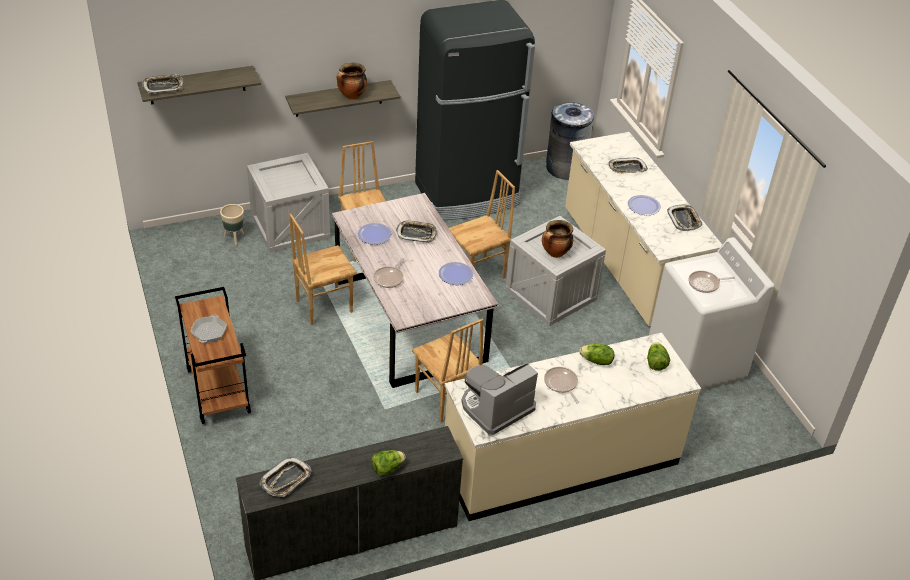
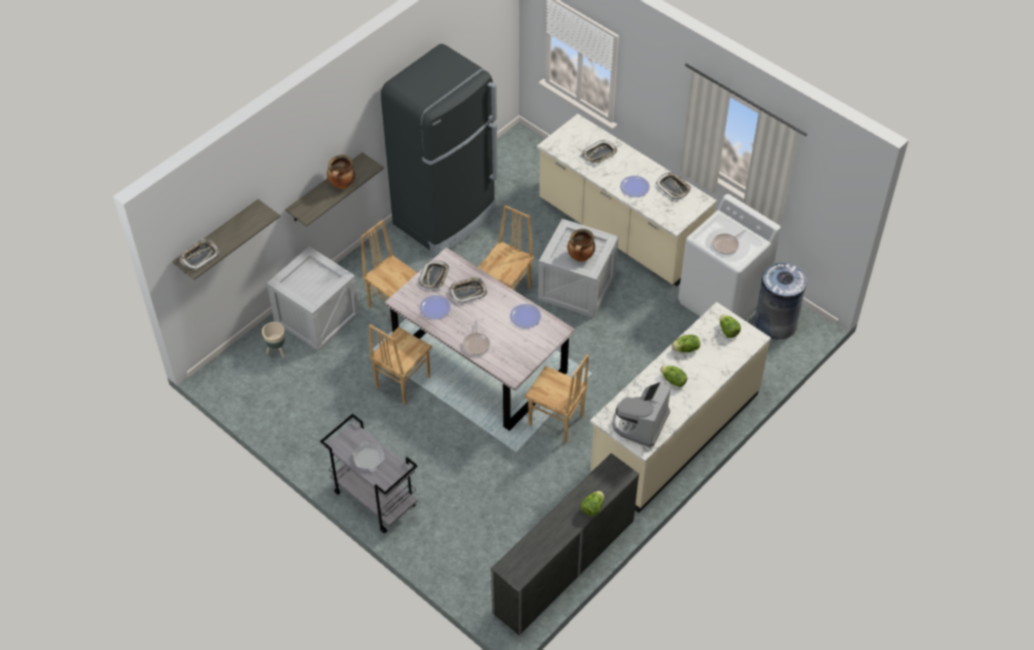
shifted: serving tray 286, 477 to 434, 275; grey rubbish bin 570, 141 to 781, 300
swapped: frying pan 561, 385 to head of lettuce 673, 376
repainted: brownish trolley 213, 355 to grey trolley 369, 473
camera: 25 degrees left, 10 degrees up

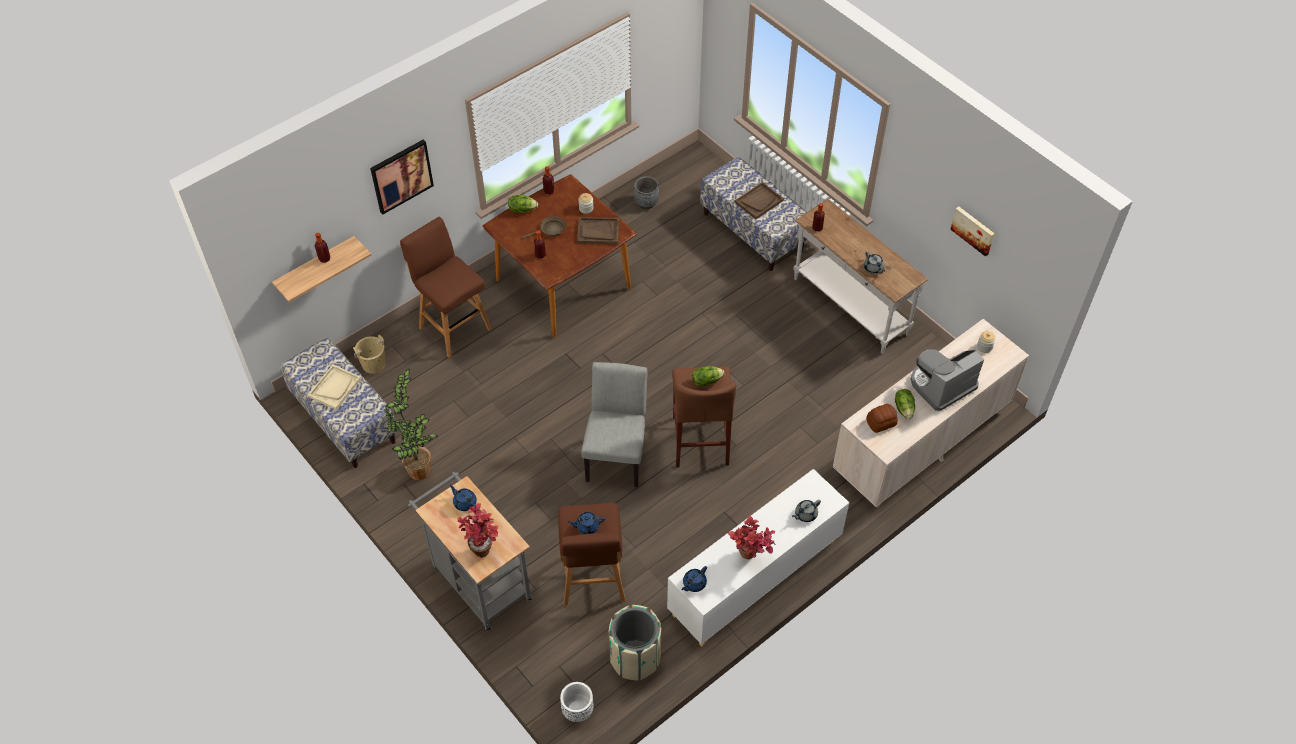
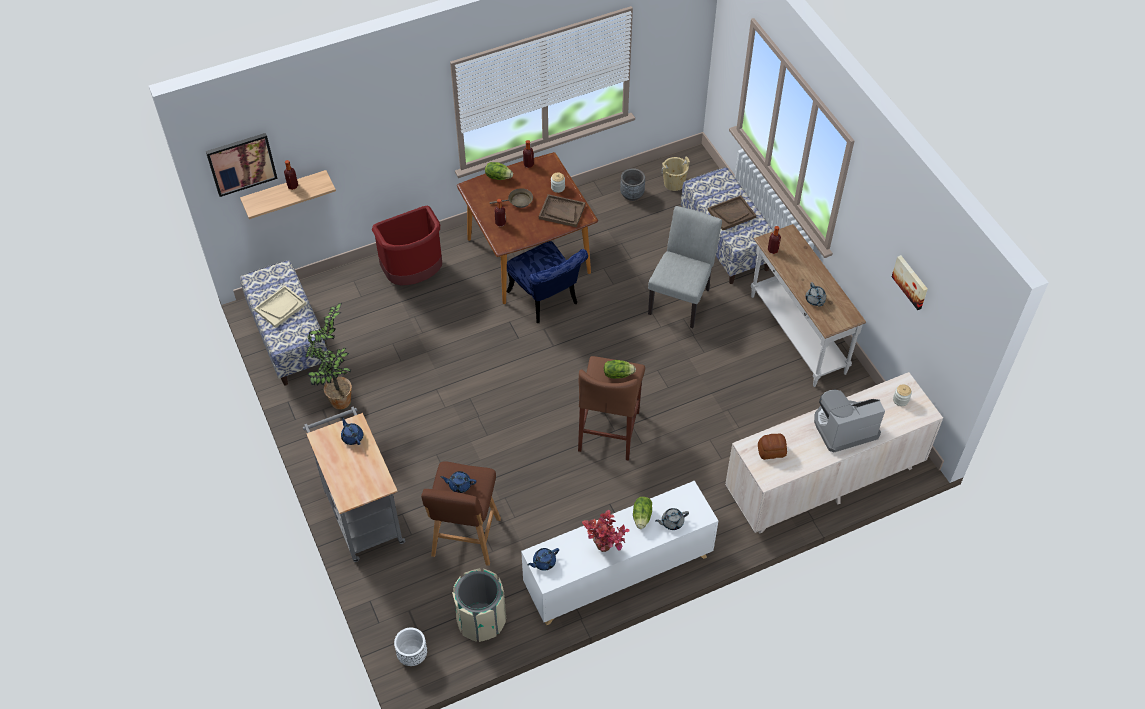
gone: houseplant 477, 530
new: blue-coloured chair 547, 282
shifted: wall art 402, 177 to 242, 165; head of lettuce 905, 404 to 642, 513; grey chair 614, 424 to 685, 267; beige-coloured water bucket 369, 354 to 675, 173
swapped: brownish sitting stool 446, 287 to reddish rubbish bin 407, 245
camera: 15 degrees right, 0 degrees up

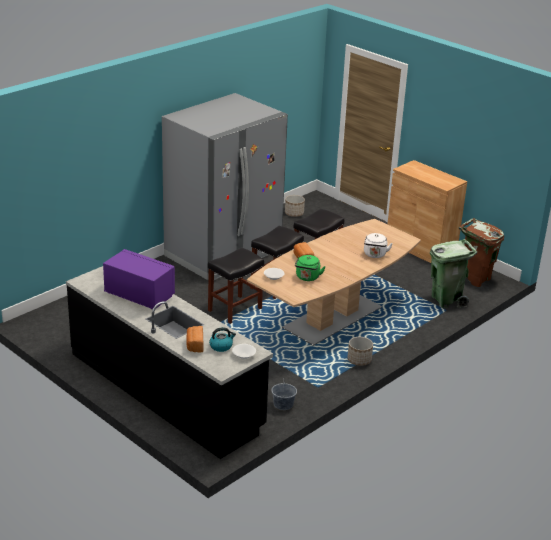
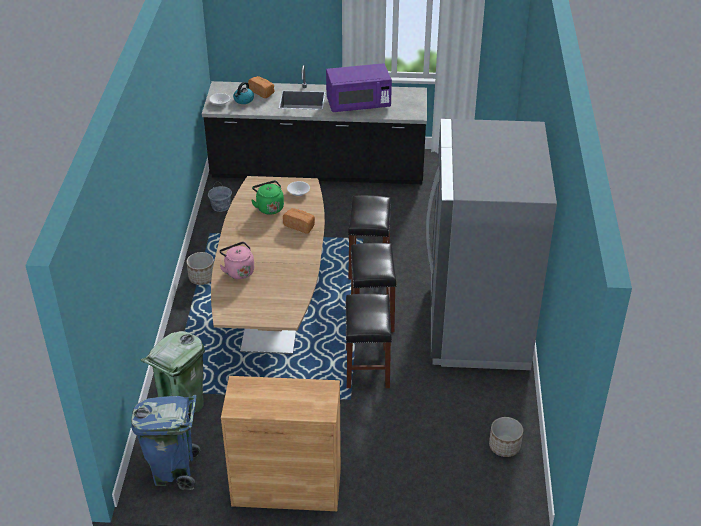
repainted: brownish rubbish bin 481, 252 to blue-coloured rubbish bin 166, 442; white kettle 378, 245 to pink kettle 236, 260
camera: 140 degrees right, 10 degrees up

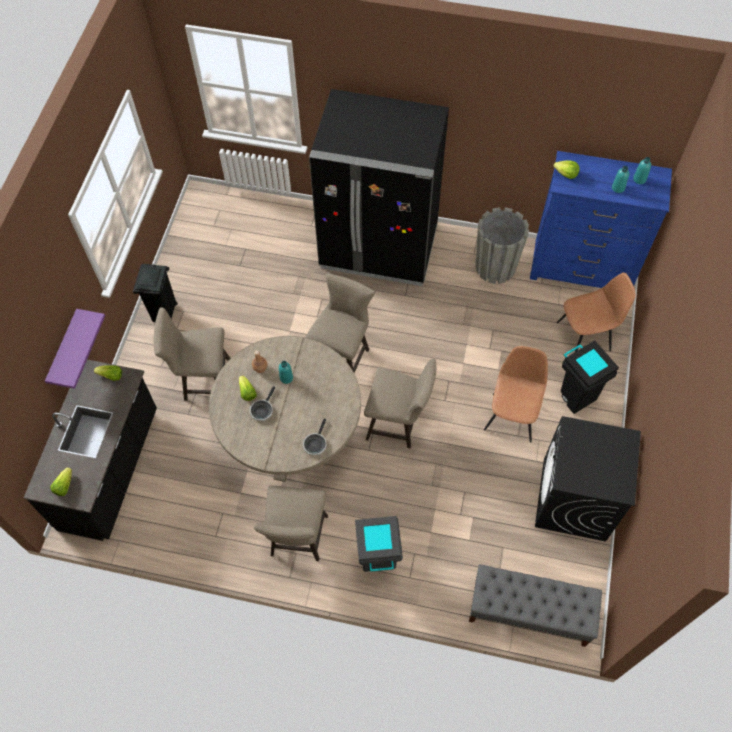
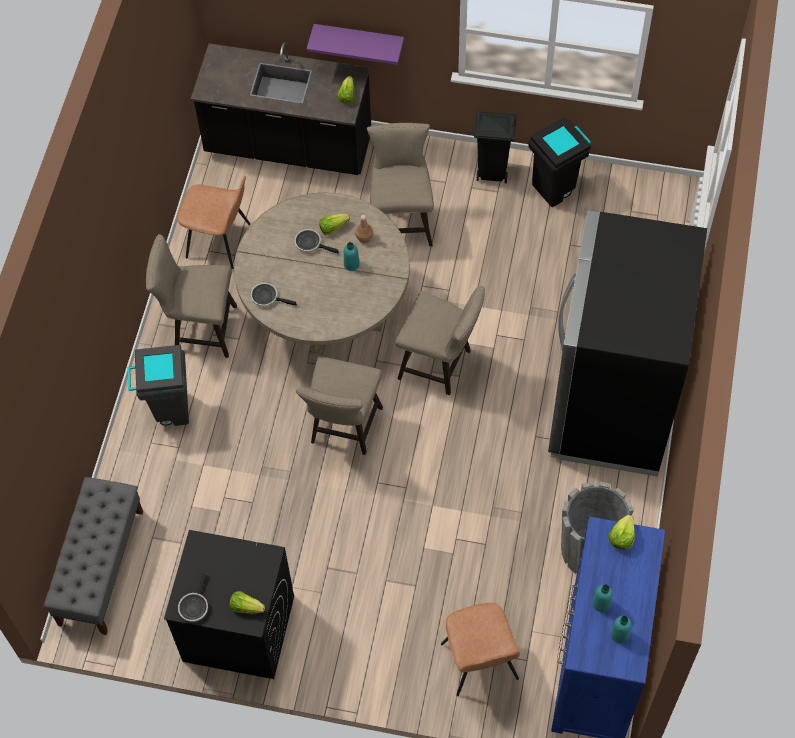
new: frying pan 193, 597
shifted: brownish chair 516, 394 to 213, 222; head of lettuce 61, 481 to 247, 602; black-coloured rubbish bin 590, 377 to 559, 162
camera: 90 degrees right, 0 degrees up

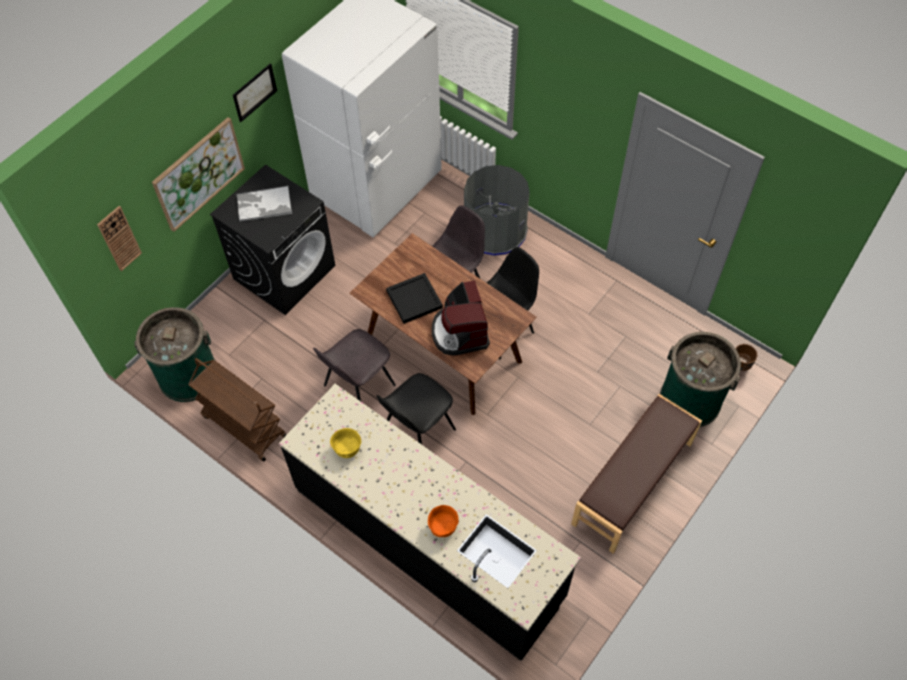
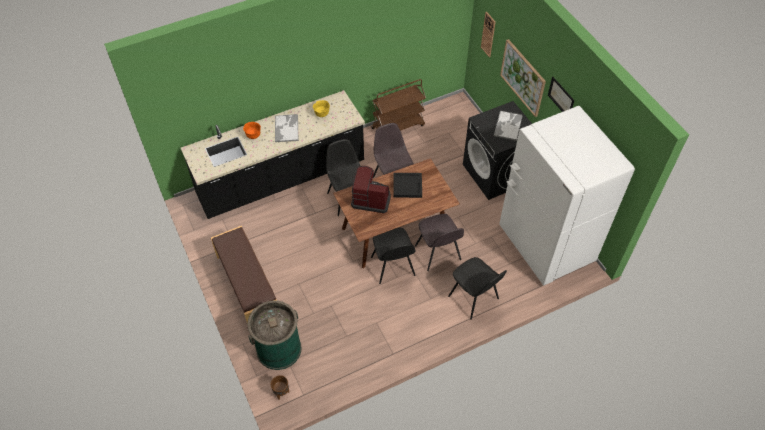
gone: green-coloured rubbish bin 174, 354
new: serving tray 287, 128
swapped: grey rubbish bin 497, 210 to black-coloured chair 477, 288
camera: 115 degrees right, 5 degrees down

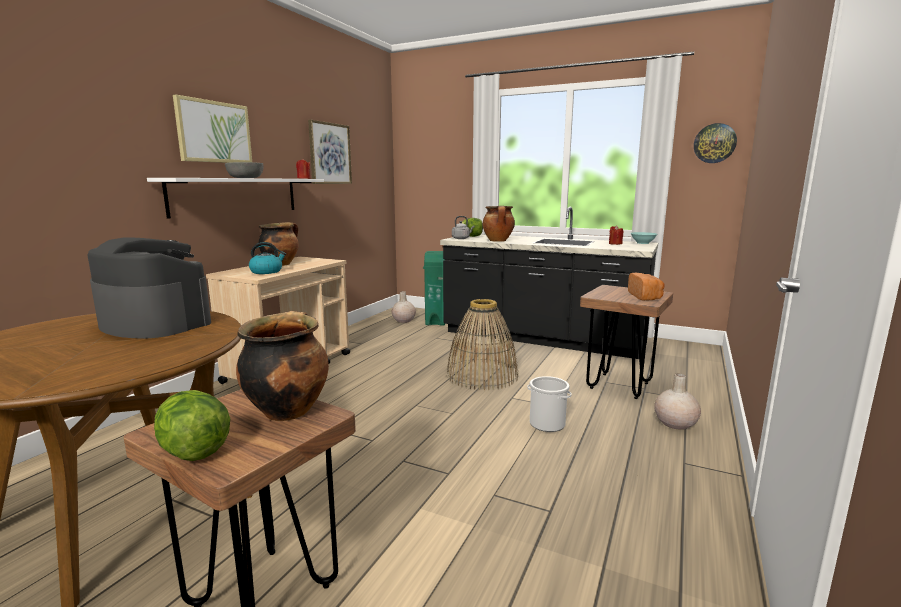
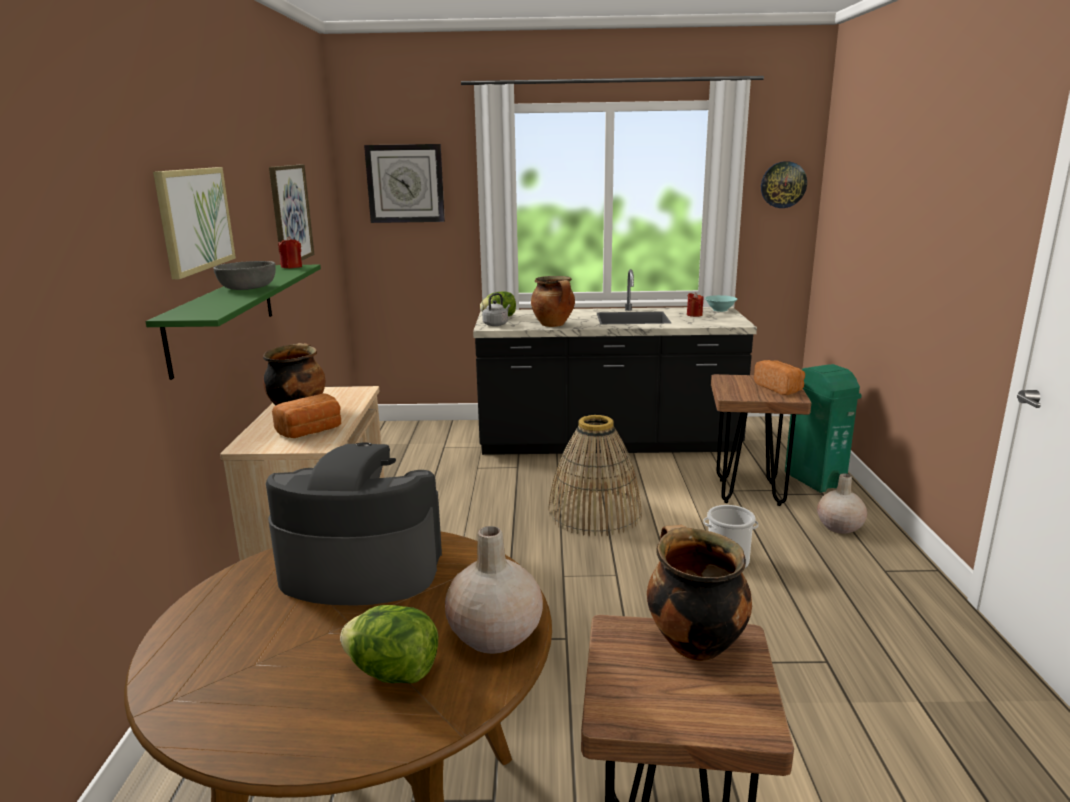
new: wall clock 404, 183
shifted: head of lettuce 192, 425 to 389, 644; beige-coloured vase 404, 307 to 494, 590; green-coloured rubbish bin 434, 288 to 823, 428
swapped: kettle 267, 258 to baked bread 306, 415
repainted: white wall shelf 235, 198 to green-coloured wall shelf 233, 322
camera: 25 degrees left, 5 degrees up

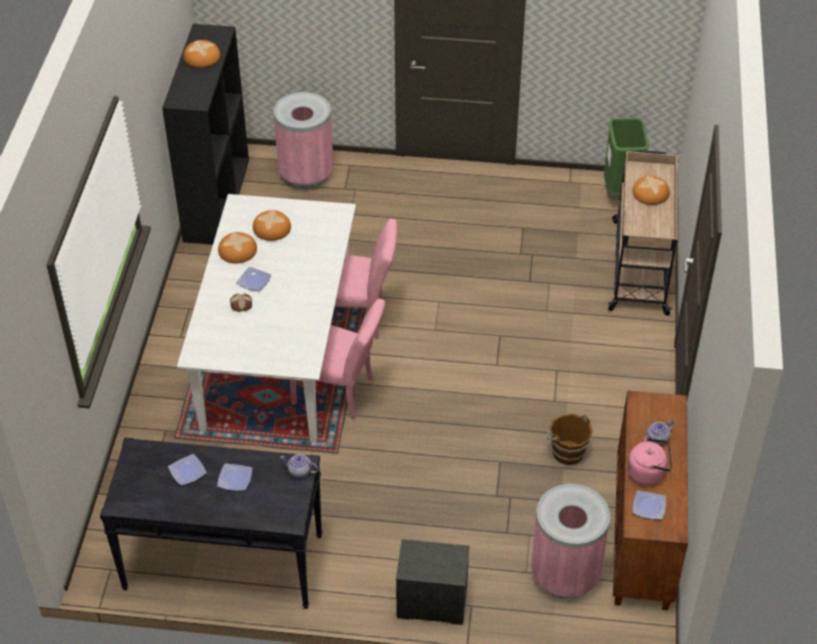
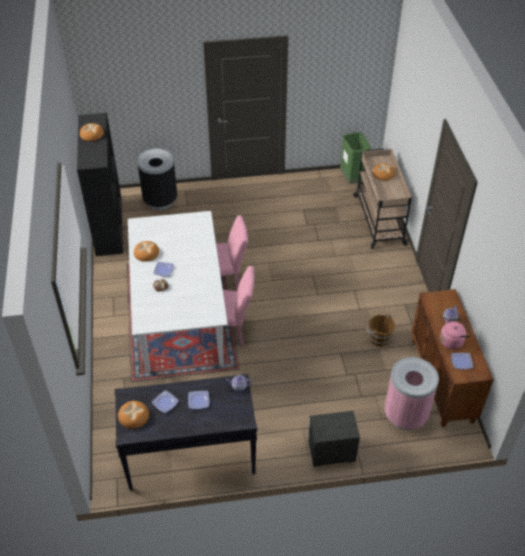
shifted: baked bread 272, 225 to 133, 415
repainted: pink rubbish bin 303, 140 to black-coloured rubbish bin 157, 179
camera: 15 degrees left, 0 degrees up

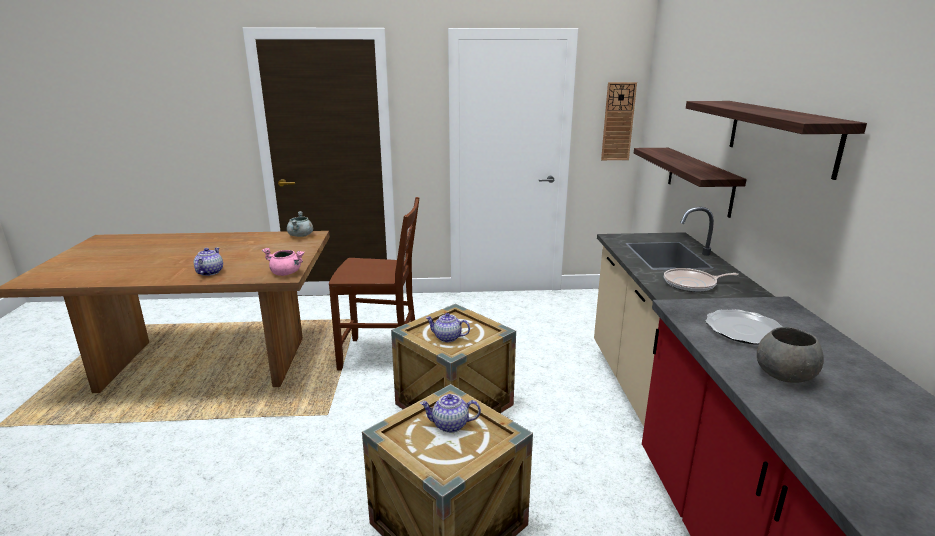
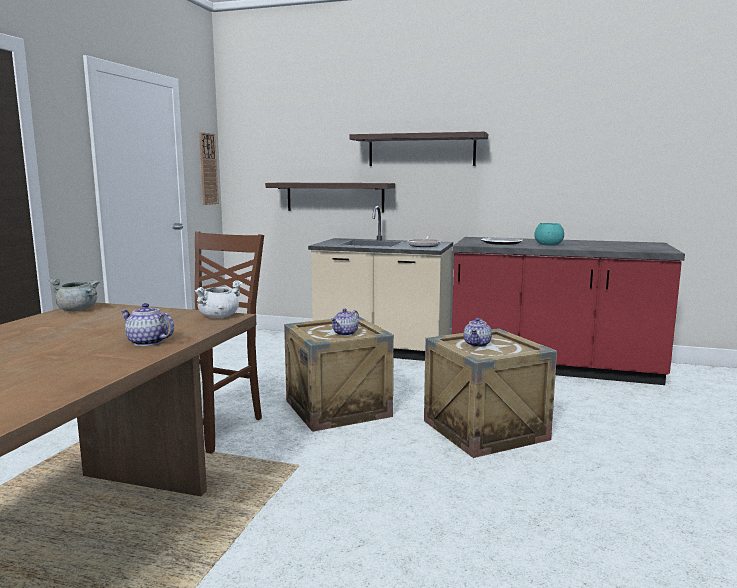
repainted: pink stockpot 283, 262 to white stockpot 218, 299; grey bowl 790, 355 to turquoise bowl 549, 234
camera: 70 degrees left, 10 degrees down

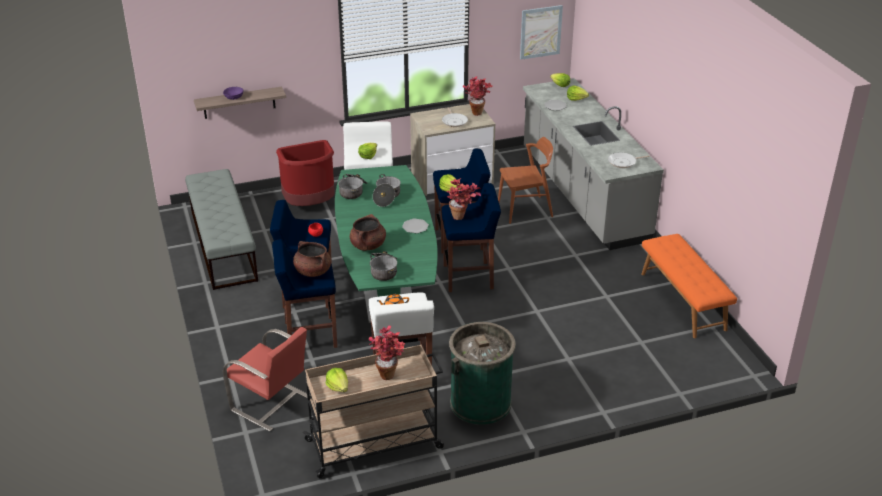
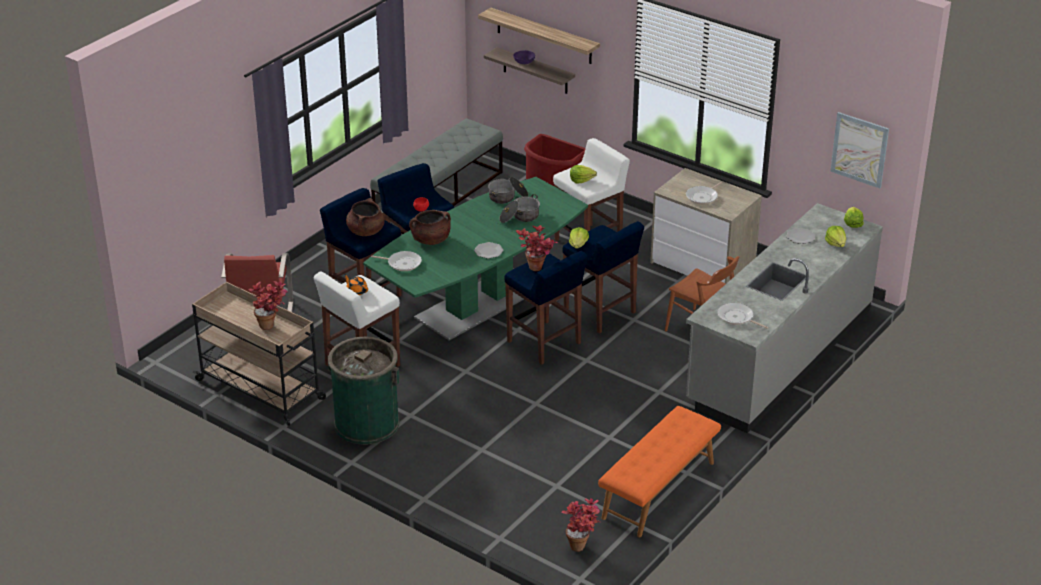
gone: head of lettuce 337, 380
new: wall shelf 539, 36
shifted: houseplant 477, 96 to 581, 525
swapped: stockpot 383, 266 to frying pan 396, 261
camera: 55 degrees right, 0 degrees up

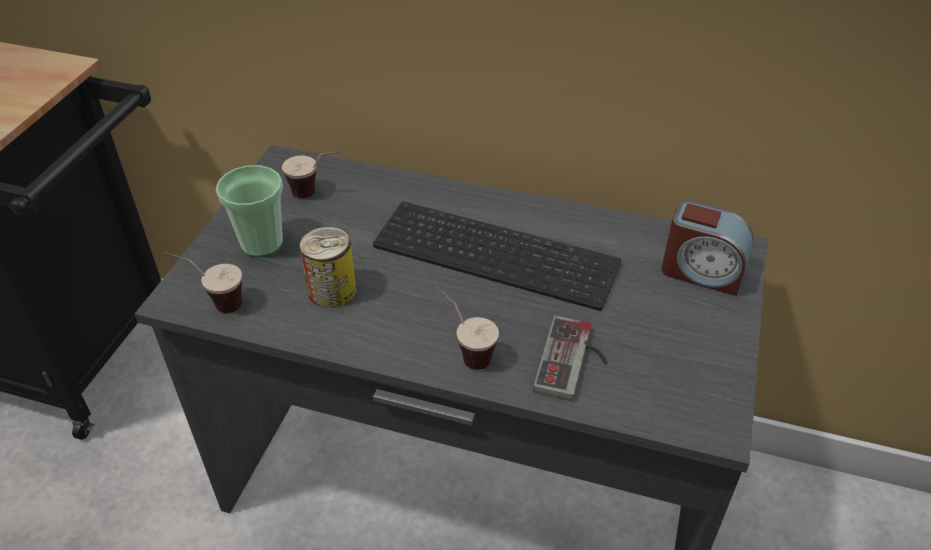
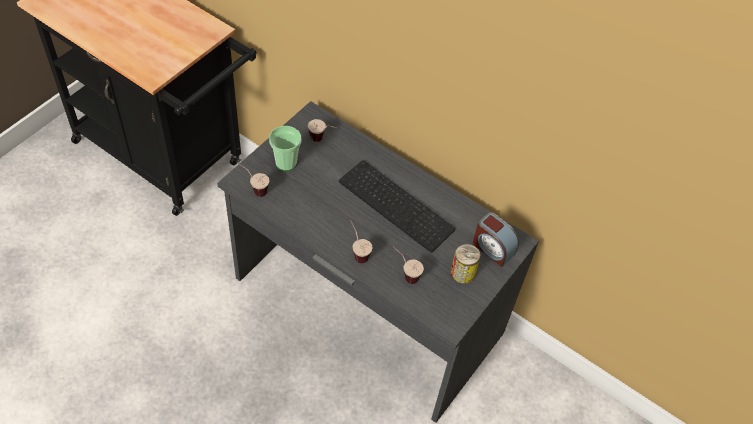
shifted: metal can 328, 267 to 466, 264
swapped: joypad 570, 358 to cup 408, 265
camera: 15 degrees right, 10 degrees up

